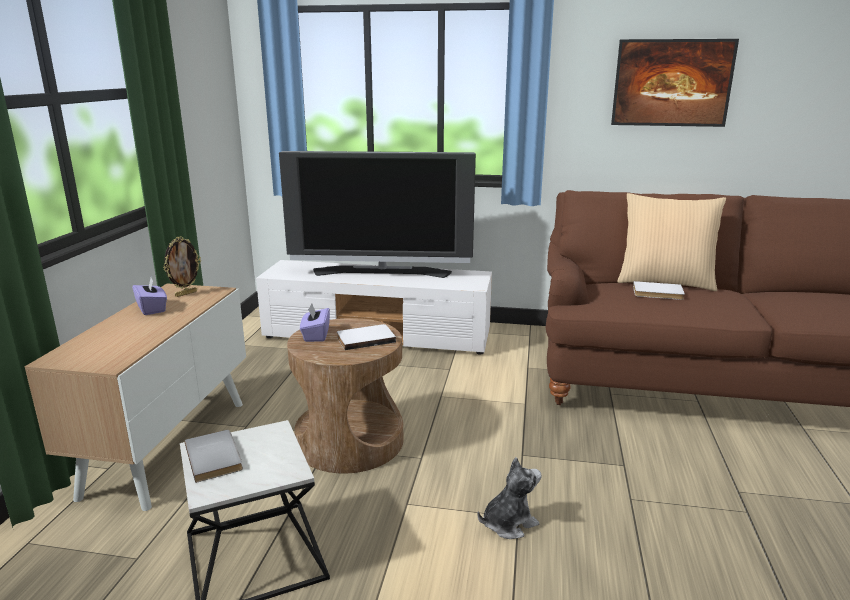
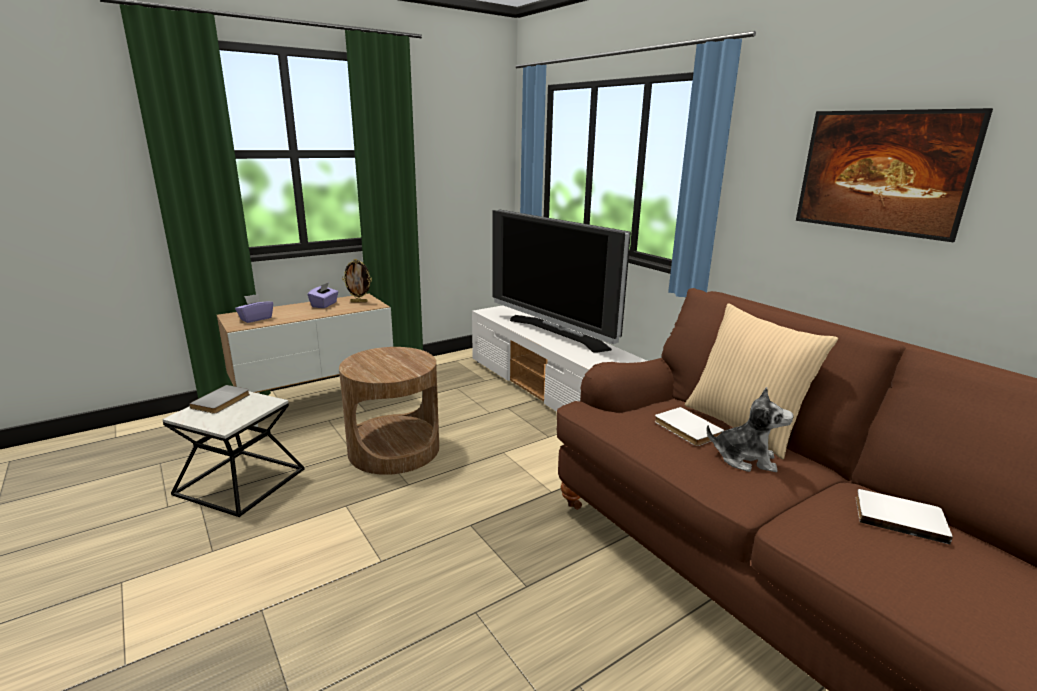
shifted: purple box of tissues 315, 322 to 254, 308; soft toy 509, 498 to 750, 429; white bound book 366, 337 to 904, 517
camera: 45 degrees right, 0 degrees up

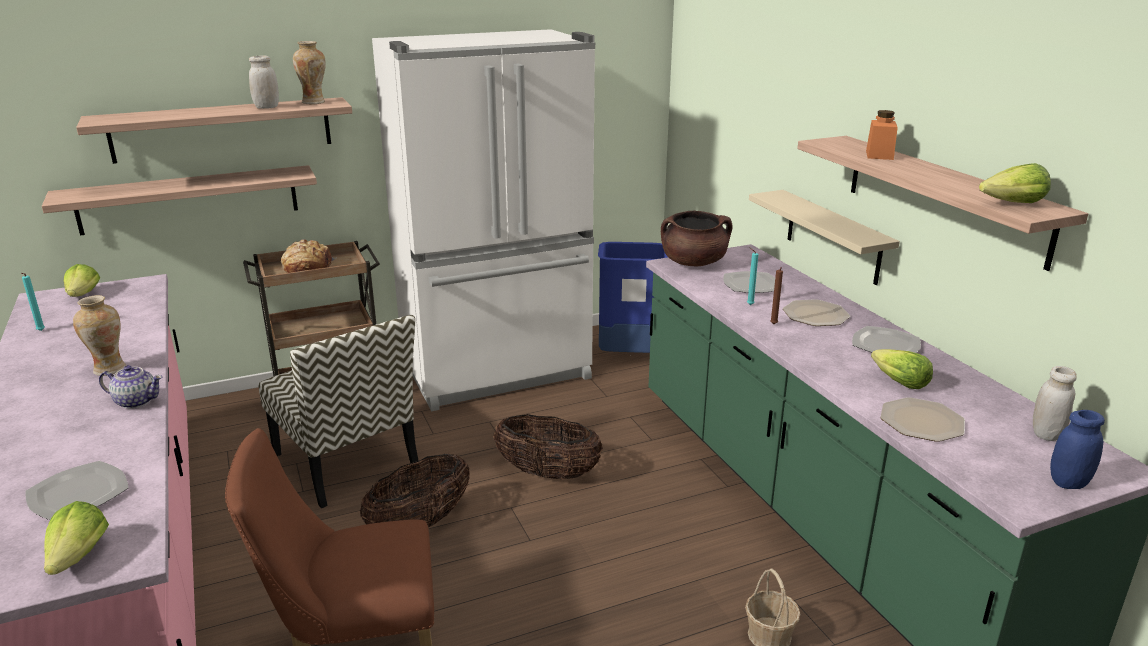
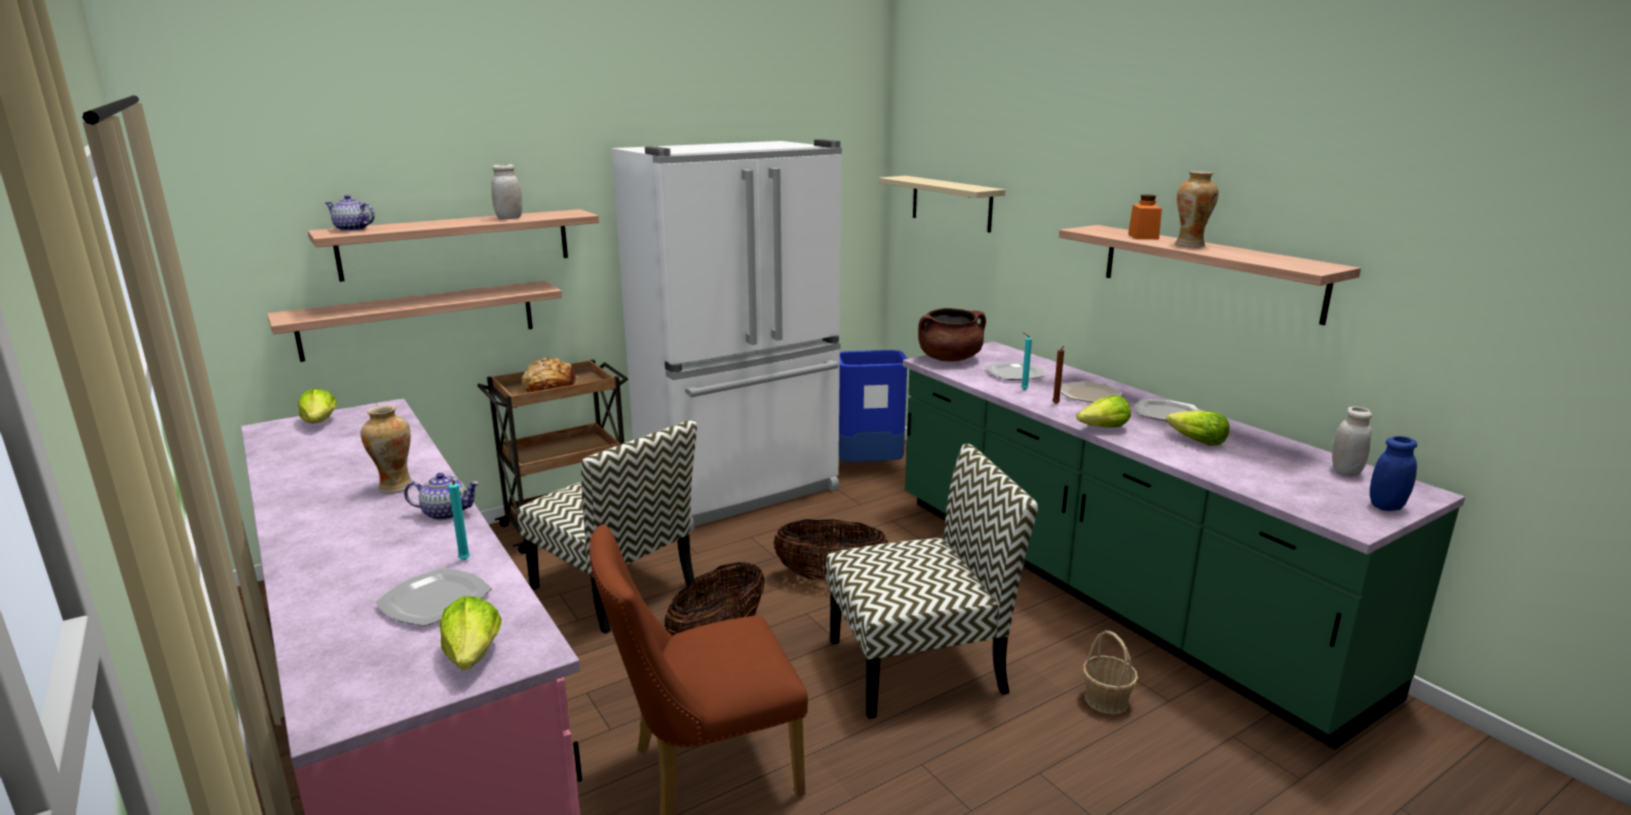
gone: flat dish 922, 419
new: pot for tea 350, 213; chair 932, 581
shifted: turquoise wax candle 33, 302 to 459, 520; beige-coloured wall shelf 824, 237 to 942, 204; head of lettuce 1015, 183 to 1103, 411; vase 309, 72 to 1197, 209
camera: 10 degrees left, 5 degrees down

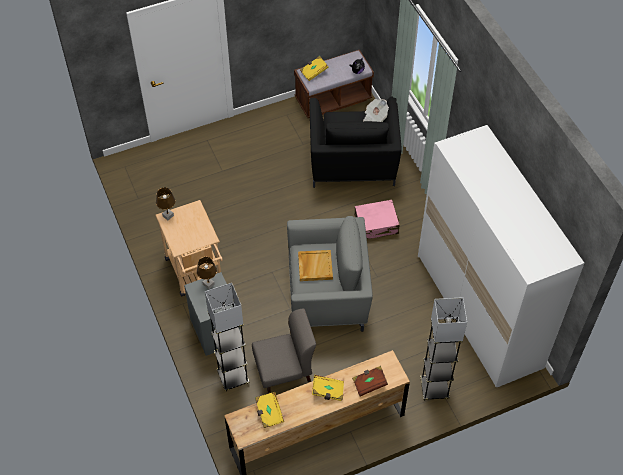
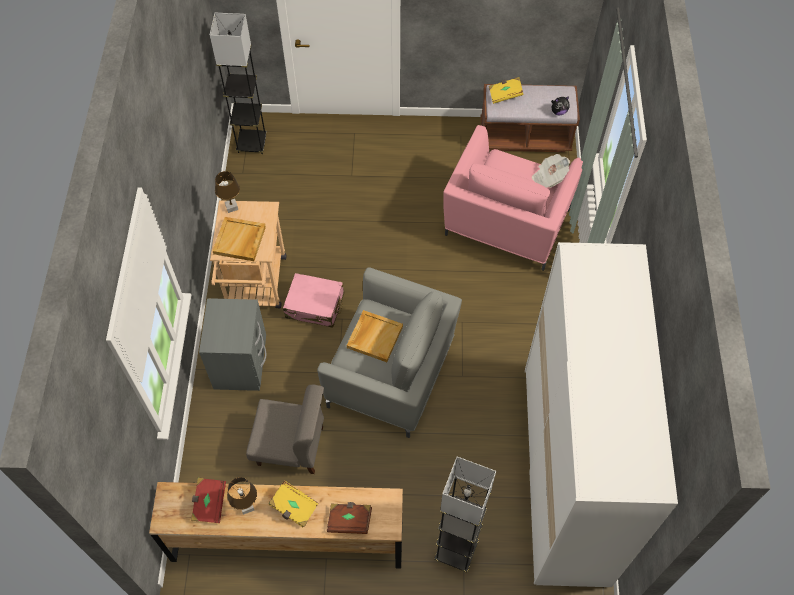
new: beige-coloured serving tray 239, 239
shifted: grey floor lamp 227, 337 to 238, 83; brownish tabletop lamp 207, 273 to 242, 496; pink piece of luggage 377, 219 to 313, 300
repainted: yellowish bound book 269, 410 to reddish bound book 208, 500; black-coloured lounge chair 355, 142 to pink lounge chair 513, 198
camera: 25 degrees right, 5 degrees up

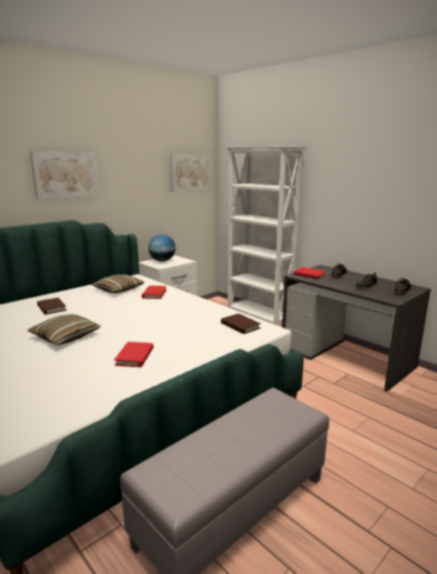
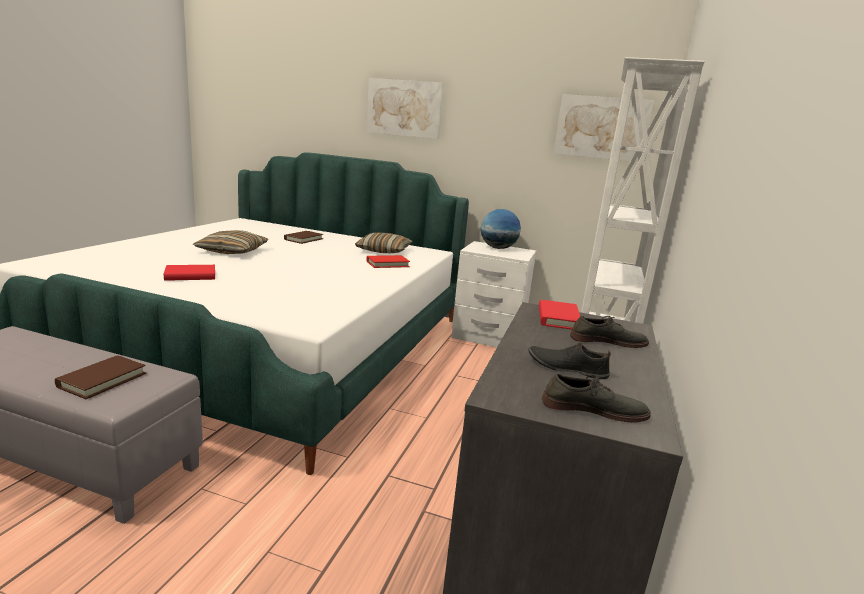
shifted: brownish bound book 241, 323 to 100, 377
camera: 60 degrees right, 0 degrees up

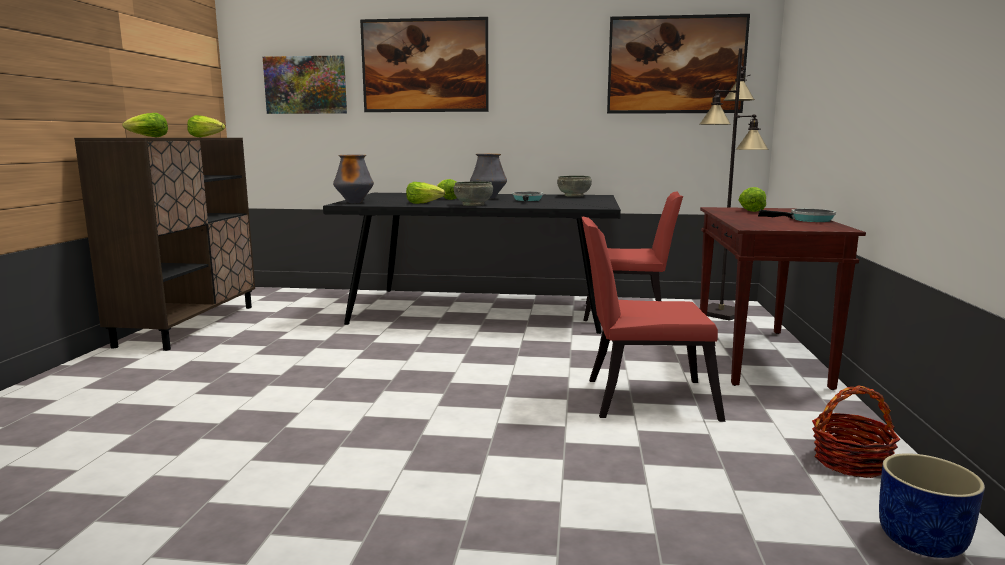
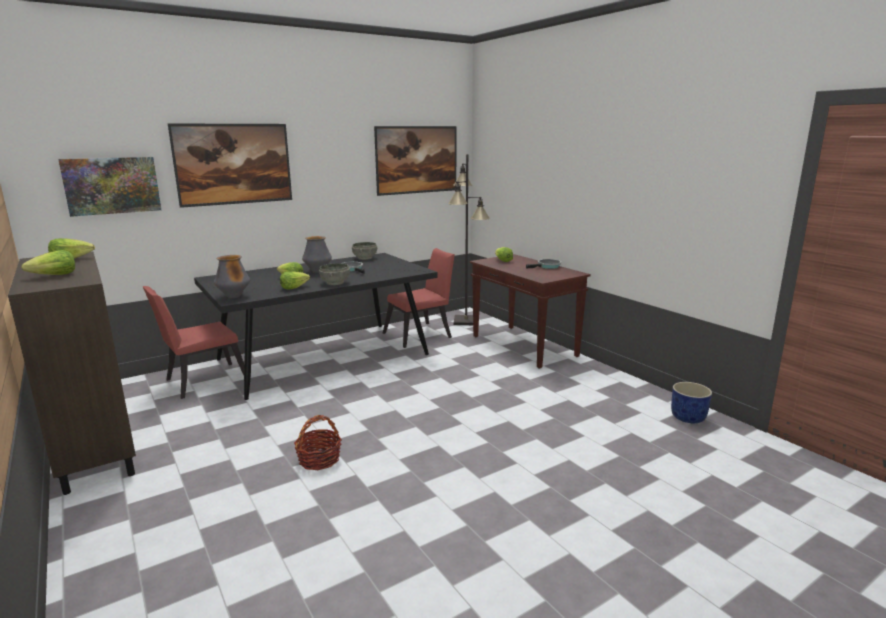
shifted: reddish chair 653, 319 to 193, 342; basket 856, 431 to 318, 442
camera: 40 degrees left, 5 degrees up

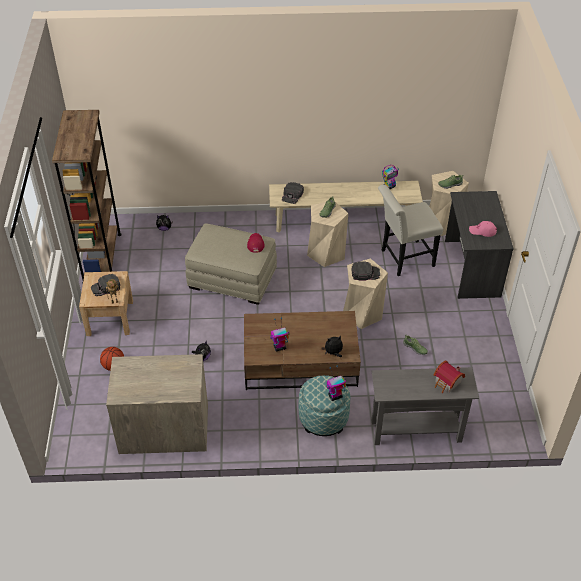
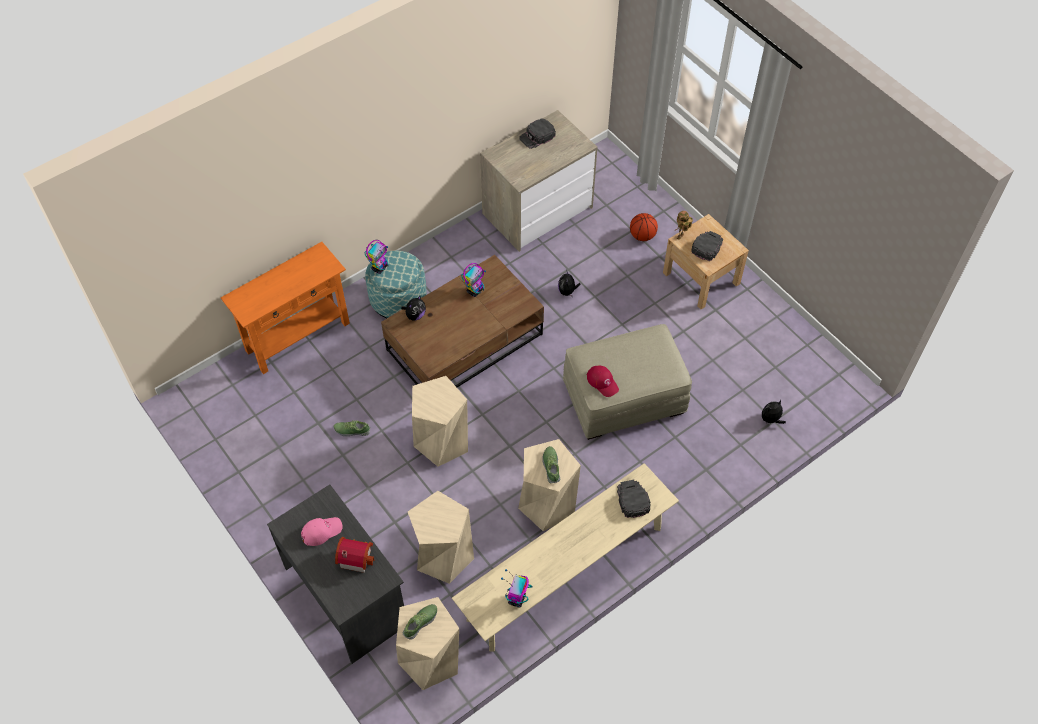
gone: brownish shelving unit 87, 195
shifted: miniature house 449, 377 to 354, 555; black-coloured baseball cap 366, 271 to 537, 134
swapped: white chair 410, 230 to beige-coloured sitting stool 441, 537
repainted: grey hall table 425, 406 to orange hall table 285, 308
camera: 145 degrees right, 10 degrees up

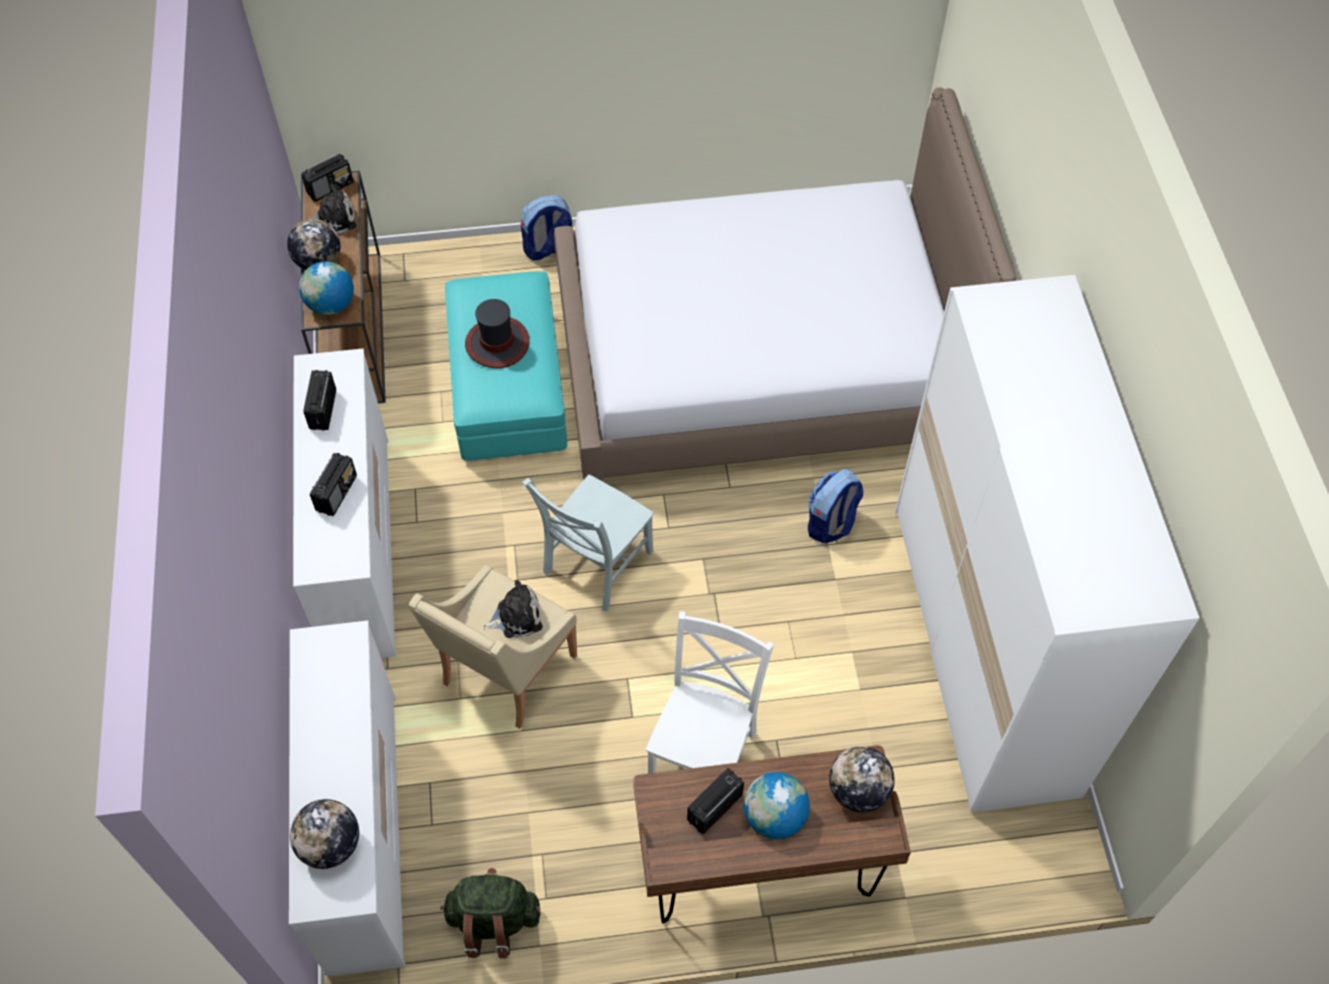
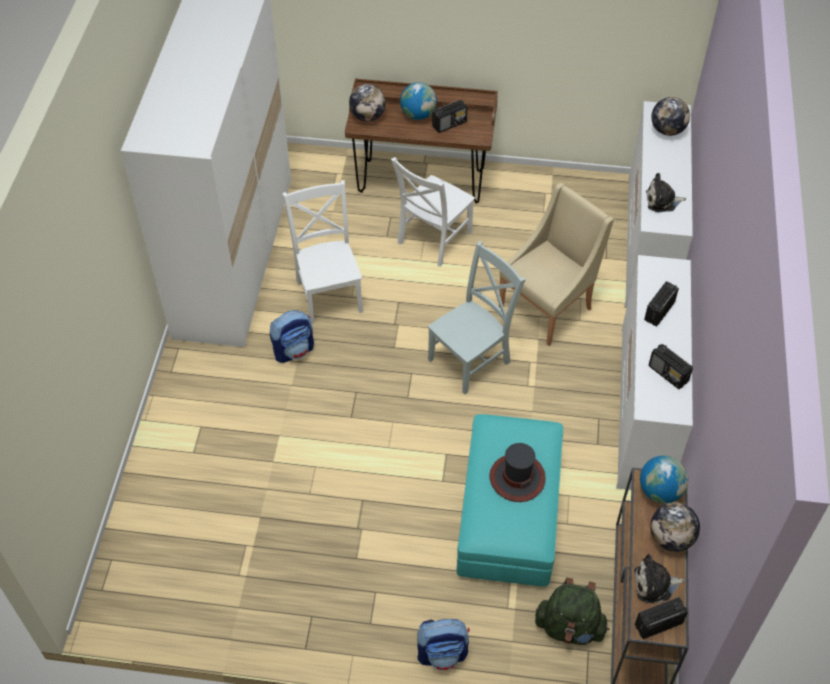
gone: sleeping bed 785, 283
new: white chair 322, 252
shifted: green-coloured knapsack 491, 913 to 572, 611; soft toy 513, 609 to 666, 192
rotated: radio 319, 400 = 671, 366 120 degrees clockwise
camera: 165 degrees left, 5 degrees down

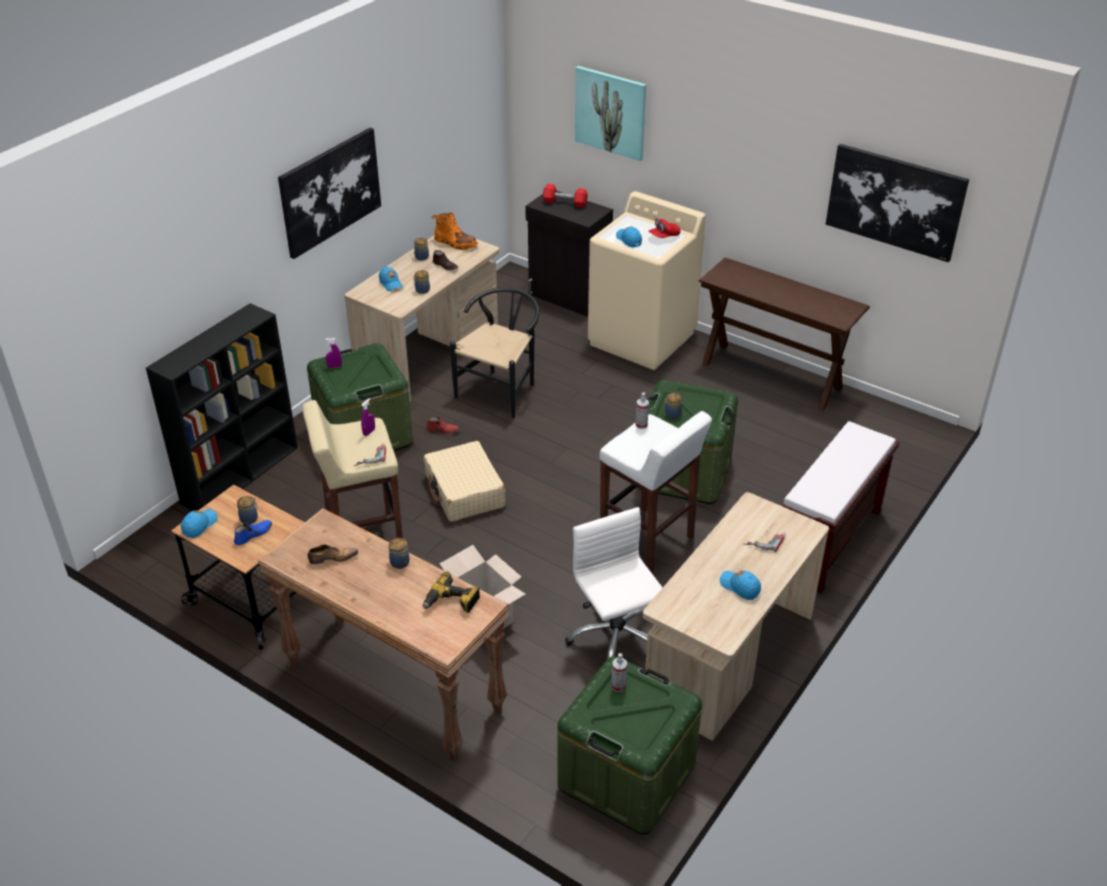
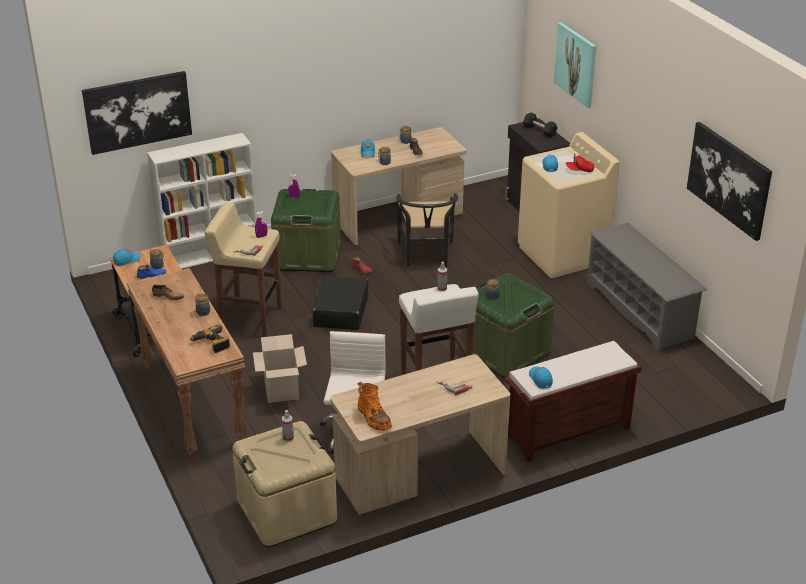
shifted: wall art 329, 193 to 137, 113; orange boot 455, 231 to 375, 406; blue-coloured baseball cap 740, 585 to 541, 377
swapped: brownish hall table 784, 333 to grey shoe rack 647, 287
repainted: black-coloured shelving unit 222, 407 to white shelving unit 202, 201; green-coloured storage bin 629, 745 to beige-coloured storage bin 284, 484; beige-coloured piece of luggage 465, 481 to black-coloured piece of luggage 340, 303; reddish hand weight 565, 196 to black-coloured hand weight 540, 125
rotated: black-coloured chair 495, 353 = 427, 230 120 degrees clockwise
camera: 30 degrees right, 5 degrees down

